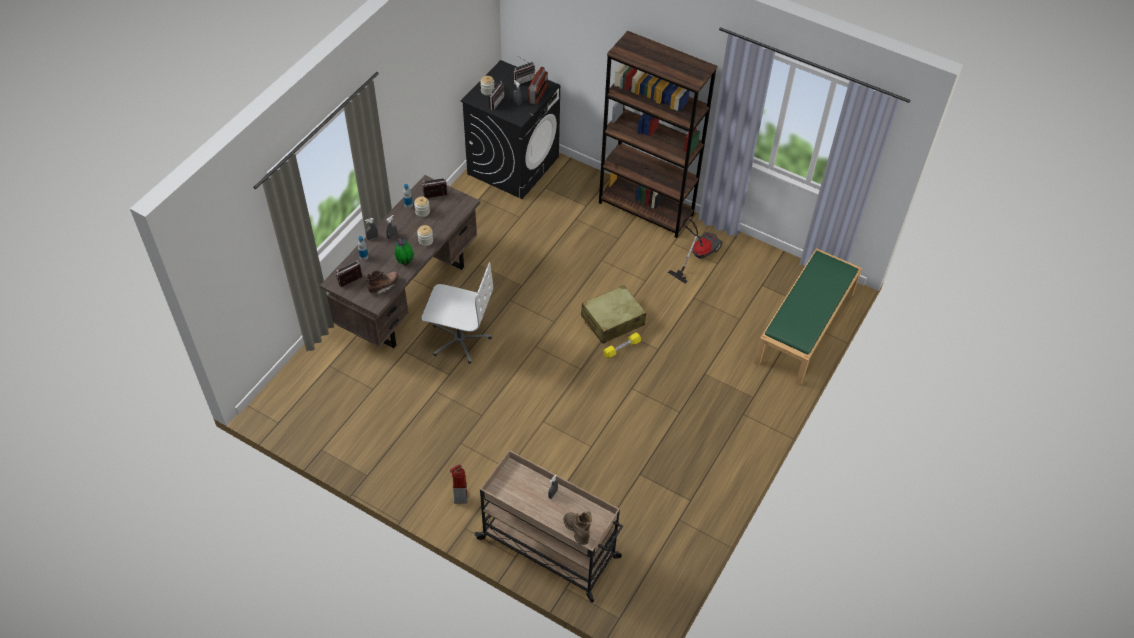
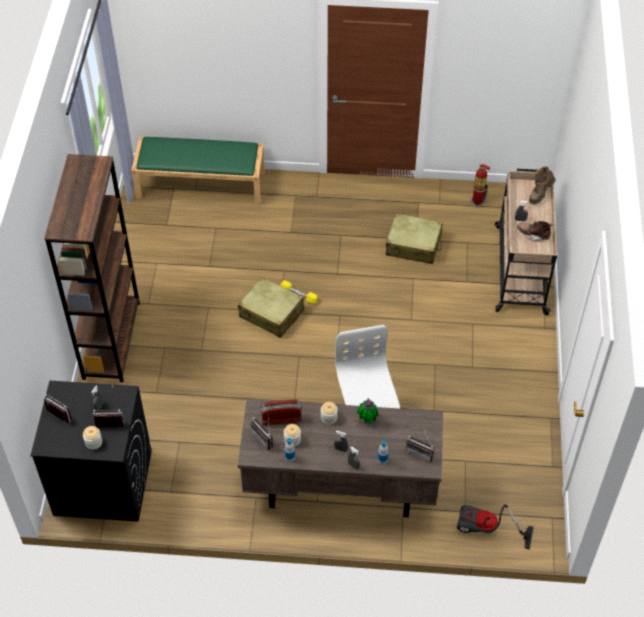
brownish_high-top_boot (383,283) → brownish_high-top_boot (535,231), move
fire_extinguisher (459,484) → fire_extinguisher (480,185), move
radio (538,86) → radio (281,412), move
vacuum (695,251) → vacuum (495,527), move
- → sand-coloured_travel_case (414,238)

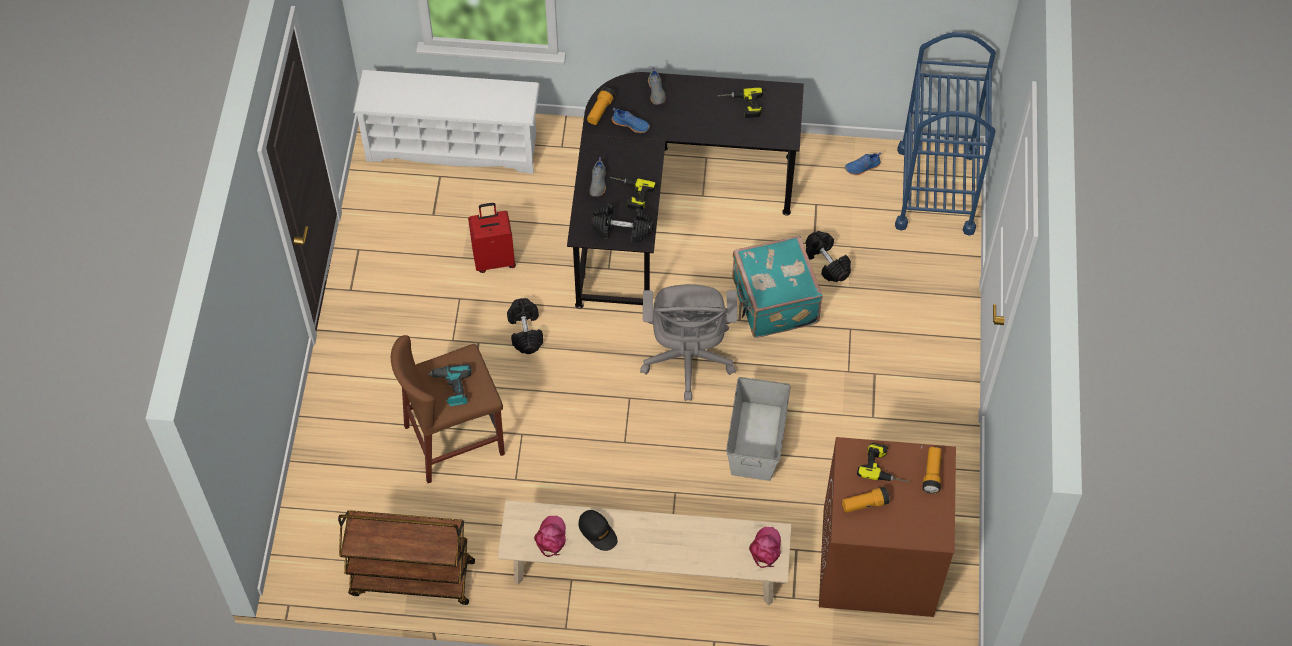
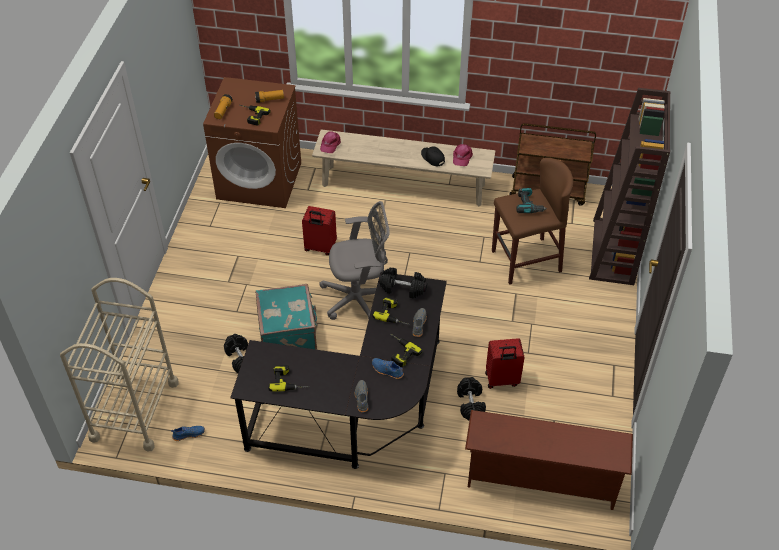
white_shoe_shelf (446,122) → brownish_shoe_shelf (549,460)
blackish_free_weight (525,326) → blackish_free_weight (471,398), move
torch (601,106) → -
greyish_desk_chair (688,342) → greyish_desk_chair (354,260), 75 degrees clockwise
greyish_storage_bin (758,429) → red_travel_case (319,230)
bluish_cart (945,133) → sand-coloured_cart (119,365)
- → power_drill (406,350)
- → brownish_bookcase (629,186)

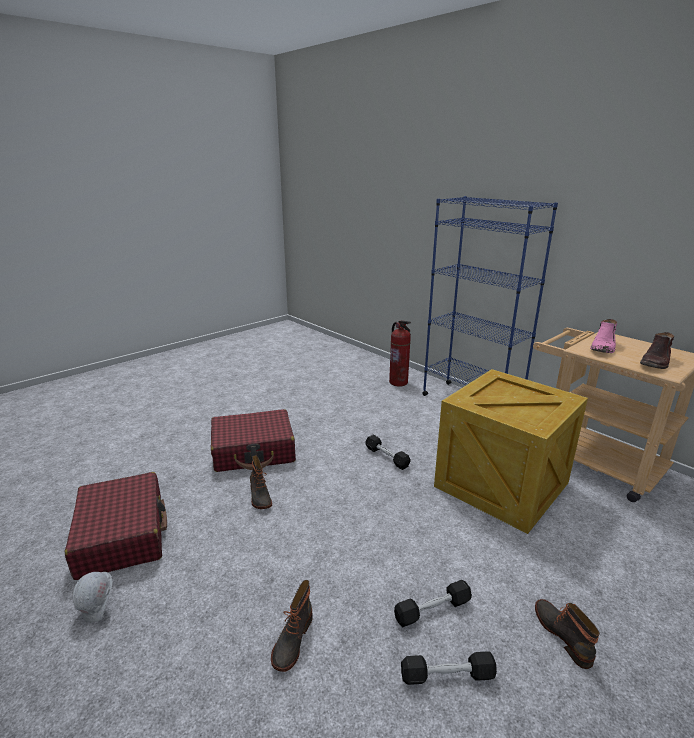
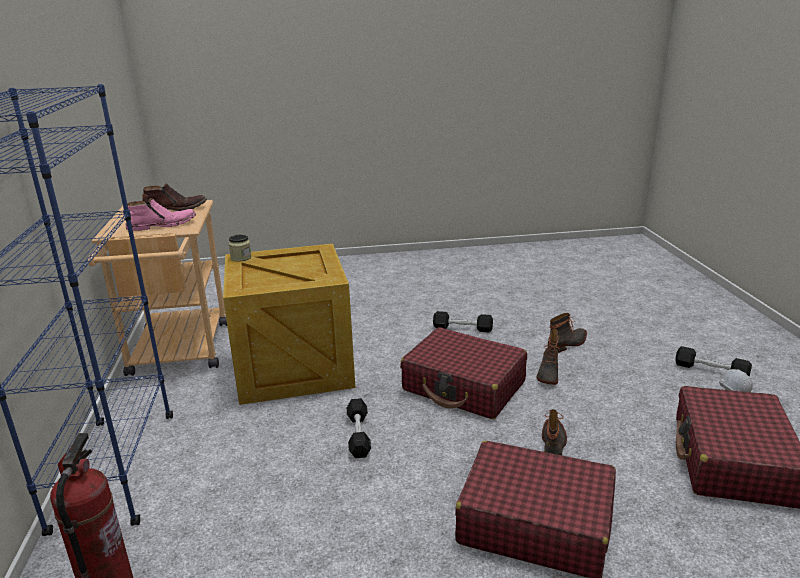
blackish_free_weight (449,668) → blackish_free_weight (713,361), move
high-top_boot (567,634) → high-top_boot (548,357), move
- → jar (240,248)
- → red_travel_case (463,373)

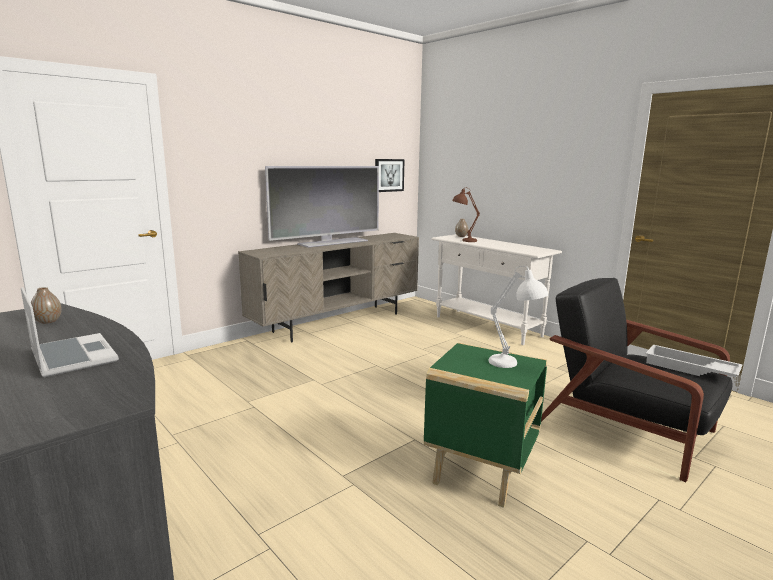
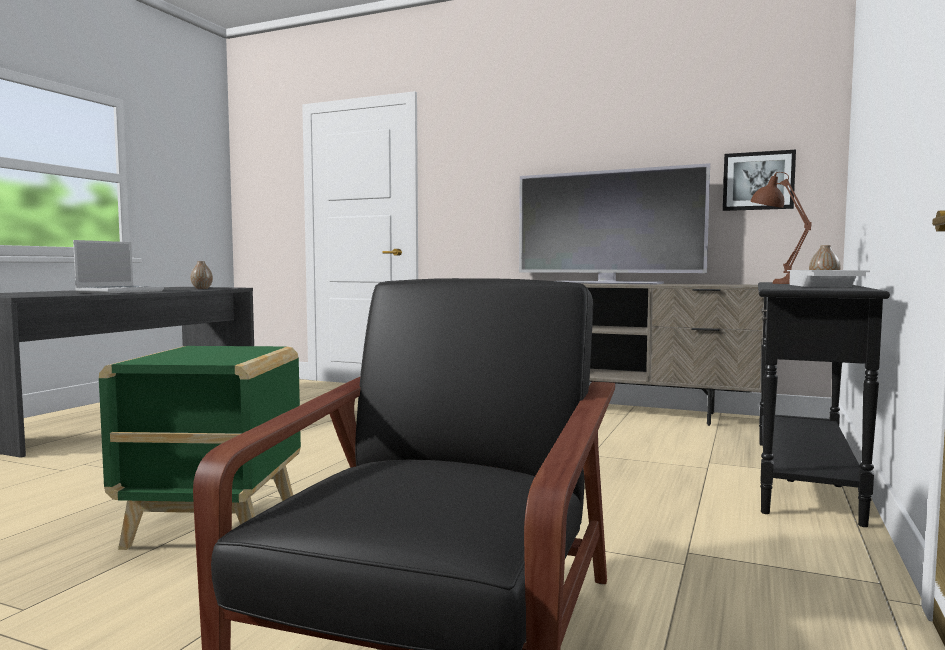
white_hall_table (496,289) → blackish_hall_table (824,404)
white_table_lamp (518,317) → -
white_serving_tray (694,361) → white_serving_tray (828,278), move

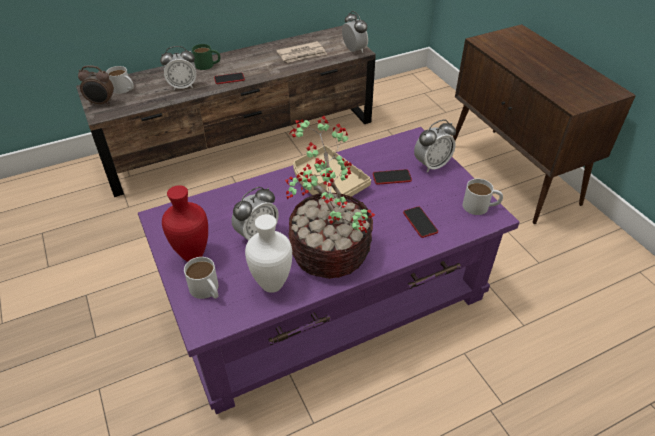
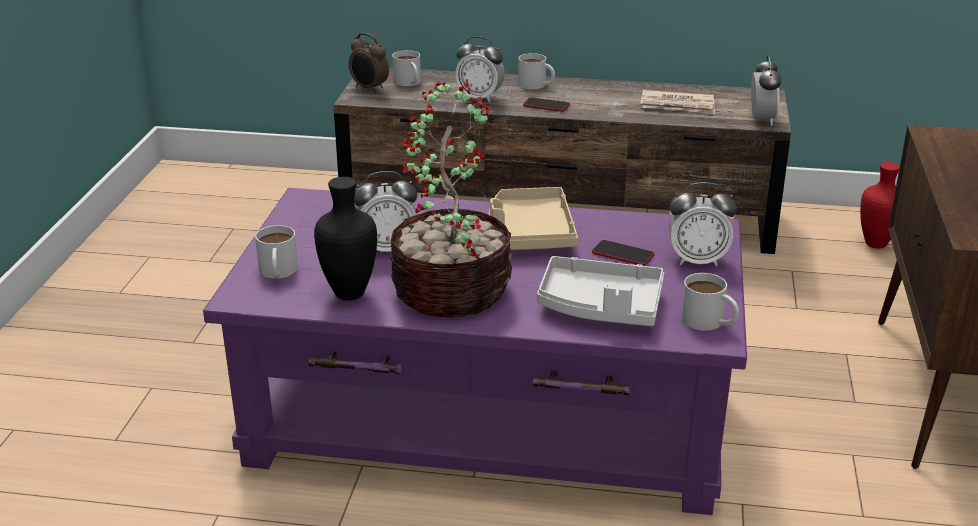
red_flower_vase (185,223) → red_flower_vase (880,205), move
green-coloured_mug (206,57) → white_mug (536,71)
white_flower_vase (268,253) → blackish_flower_vase (345,238)
telephone (420,222) → greyish_serving_tray (600,291)

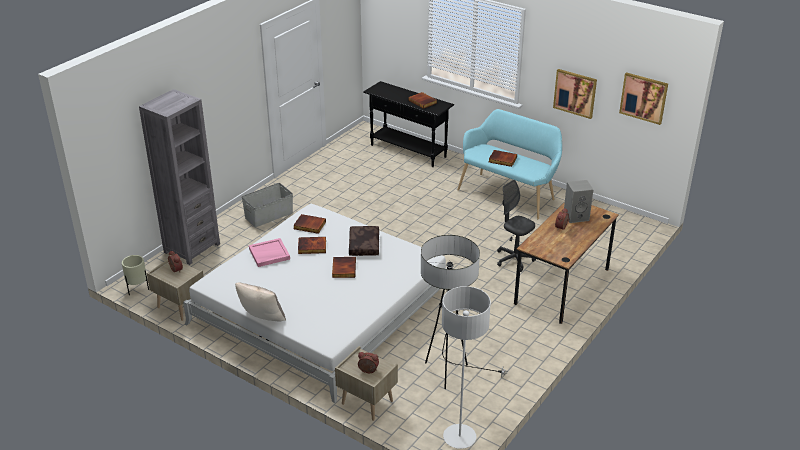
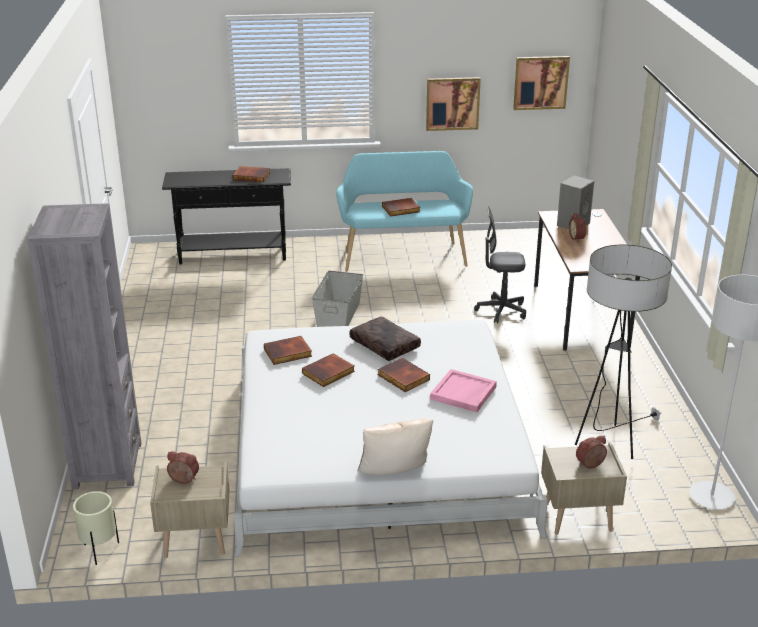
greyish_storage_bin (267,205) → greyish_storage_bin (337,299), move
pink_serving_tray (269,252) → pink_serving_tray (463,390), move

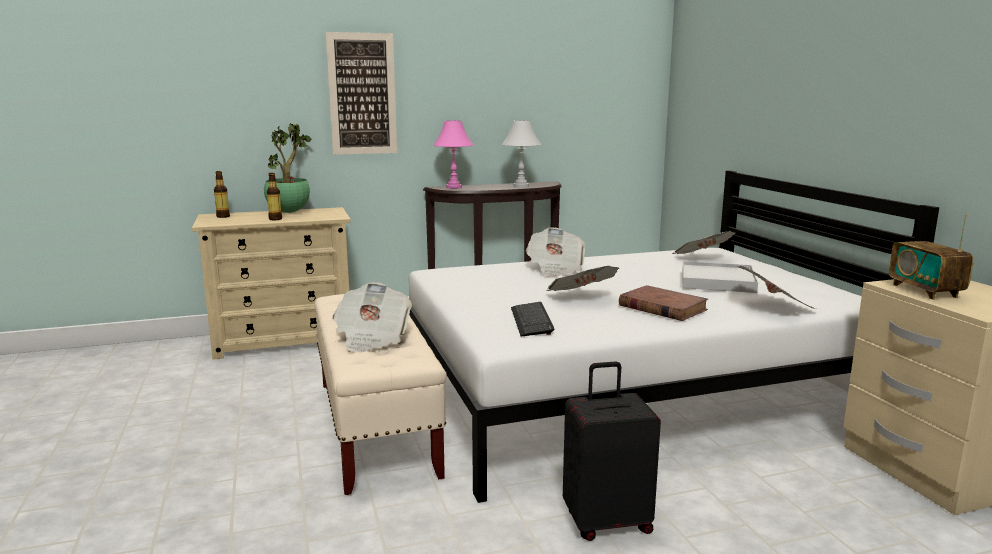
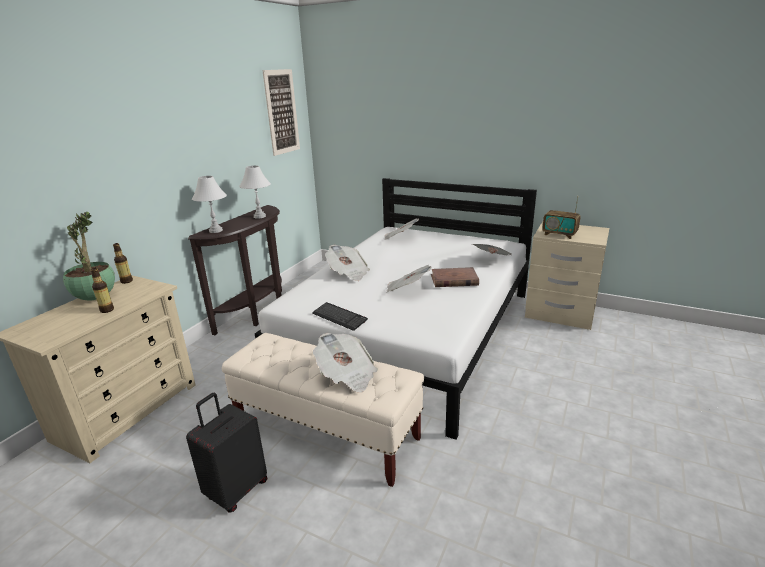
drink_bottle (222,194) → drink_bottle (123,263), move
picture (361,93) → picture (281,112), move
pink_table_lamp (453,154) → white_table_lamp (209,204)
PC_keyboard (532,319) → PC_keyboard (340,316), move
blackish_travel_case (612,451) → blackish_travel_case (227,453), move
white_serving_tray (720,277) → -

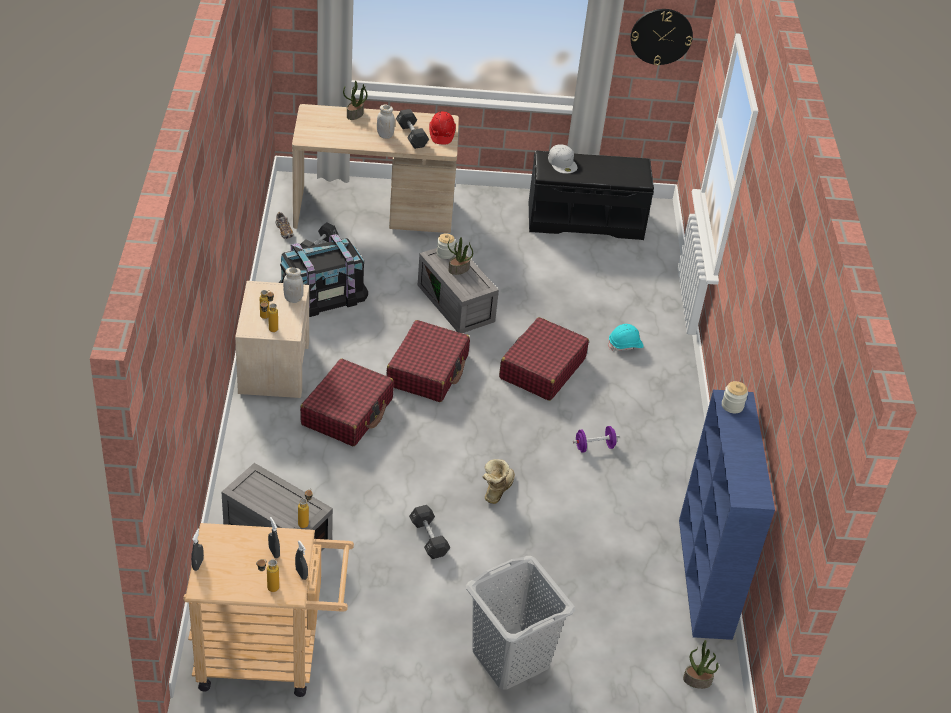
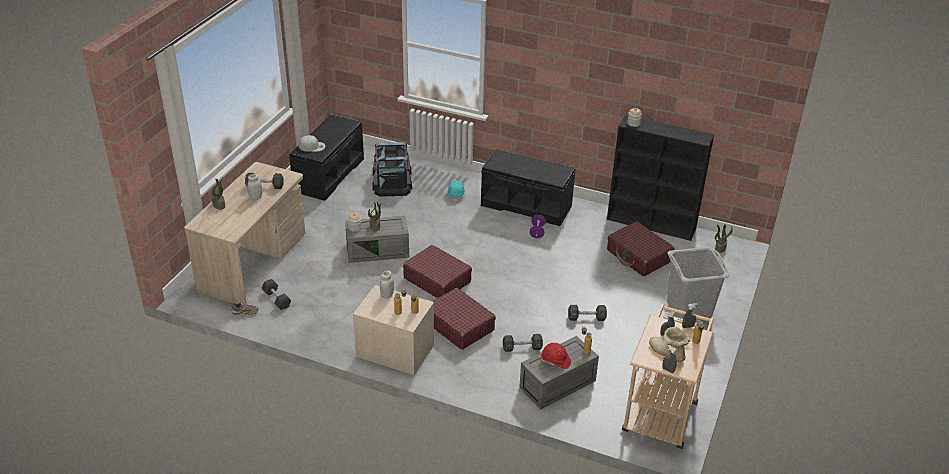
blackish_storage_bin (323,275) → blackish_storage_bin (392,169), move
red_work_helmet (442,128) → red_work_helmet (556,356), move
high-top_boot (499,481) → high-top_boot (670,344), move
red_travel_case (544,359) → red_travel_case (640,248), move
wall_clock (661,37) → -
bluish_bookcase (727,515) → blackish_bookcase (660,178)
- → blackish_indoor_bench (528,187)
- → blackish_free_weight (523,343)

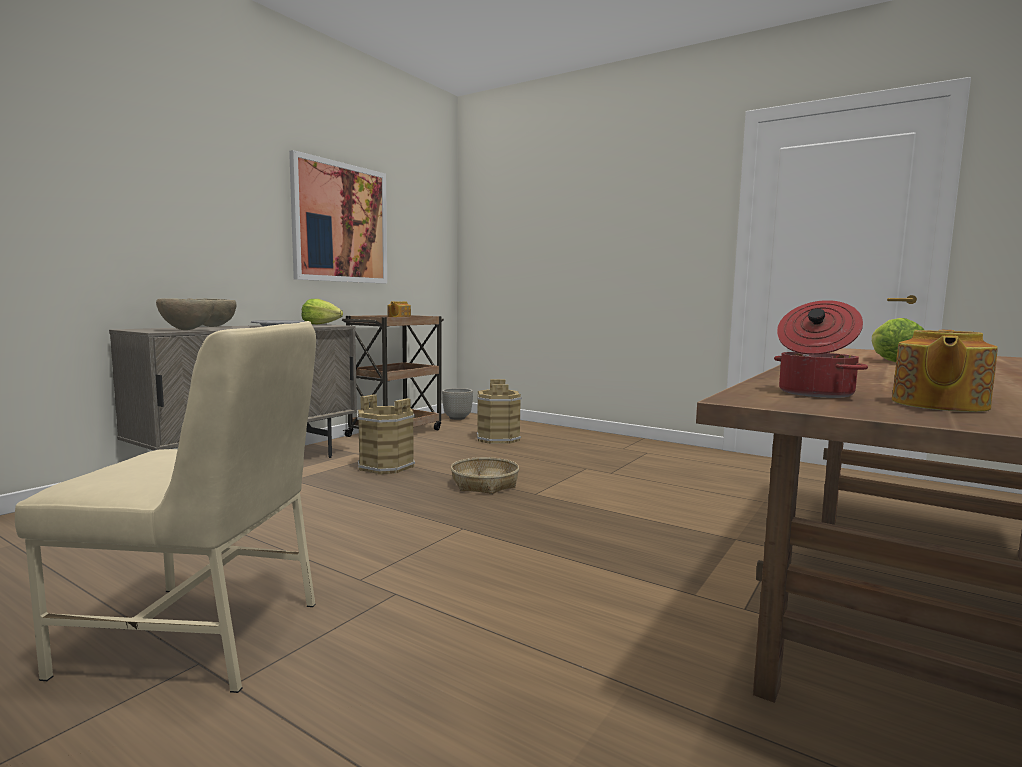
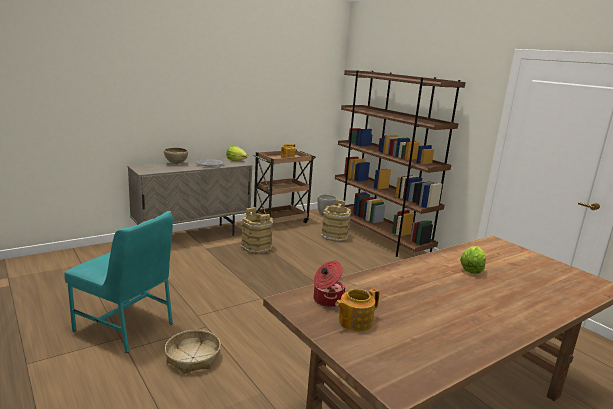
sand-coloured_plain_chair (165,507) → blue-green_plain_chair (118,282)
brownish_serving_bowl (185,314) → -
picture (338,216) → -
household_basket (485,475) → household_basket (193,352), move
- → brownish_bookcase (400,163)

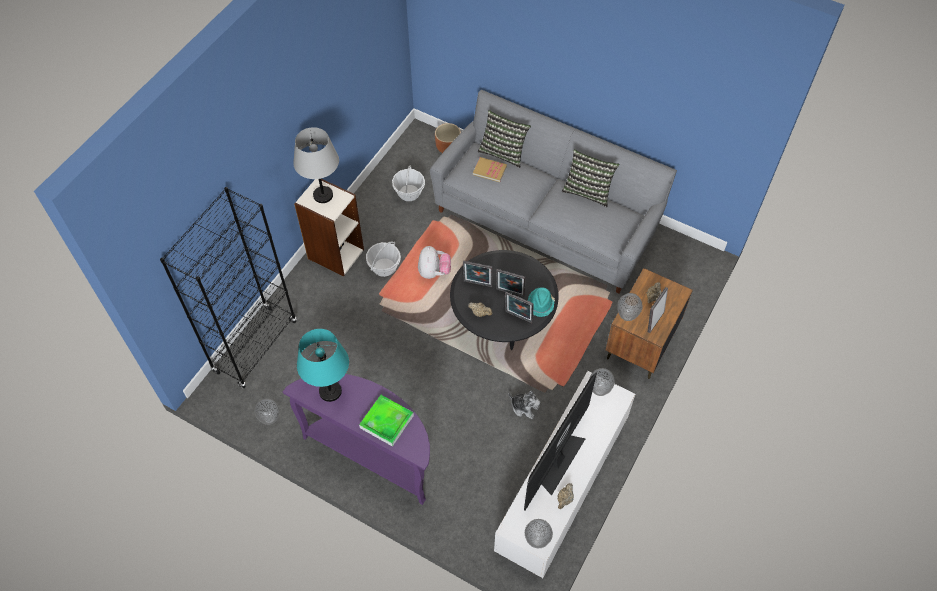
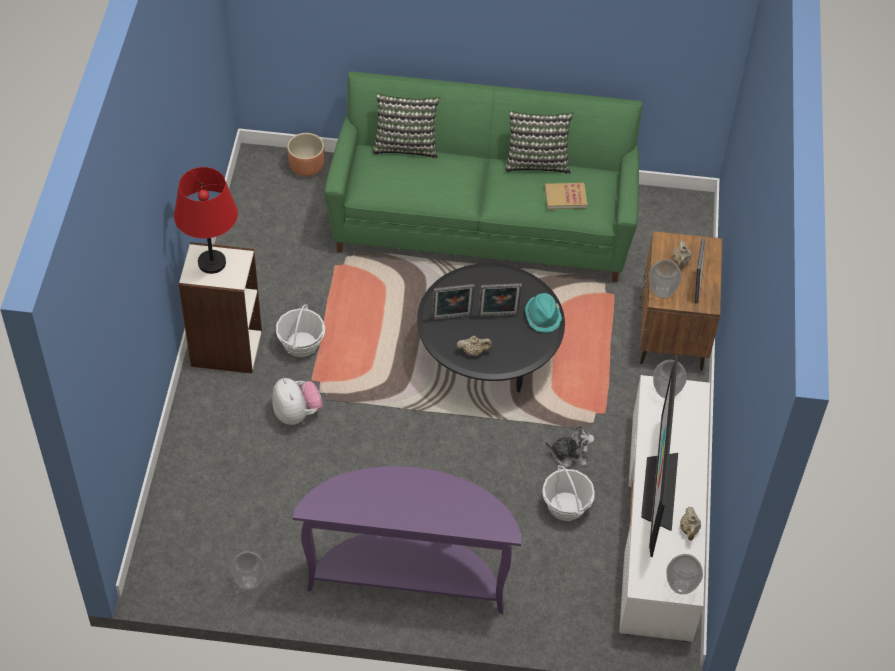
blackish_bookcase (228,288) → -
greyish_table_lamp (316,165) → red_table_lamp (206,220)
blue-green_table_lamp (323,365) → -
serving_tray (386,421) → -
household_basket (408,183) → household_basket (568,493), move
soft_toy (434,262) → soft_toy (297,401), move
greyish_sofa (553,192) → green-coloured_sofa (483,176)
book (490,169) → book (566,196), move
picture_frame (519,307) → -

